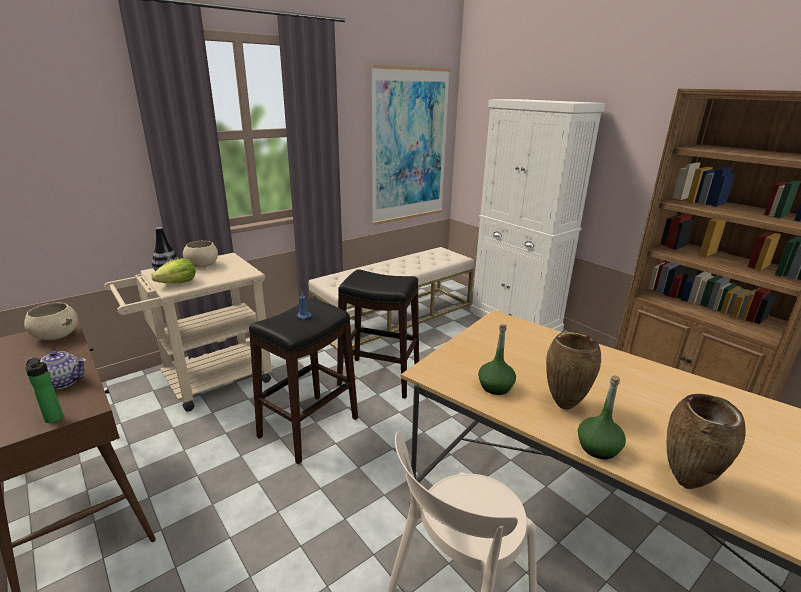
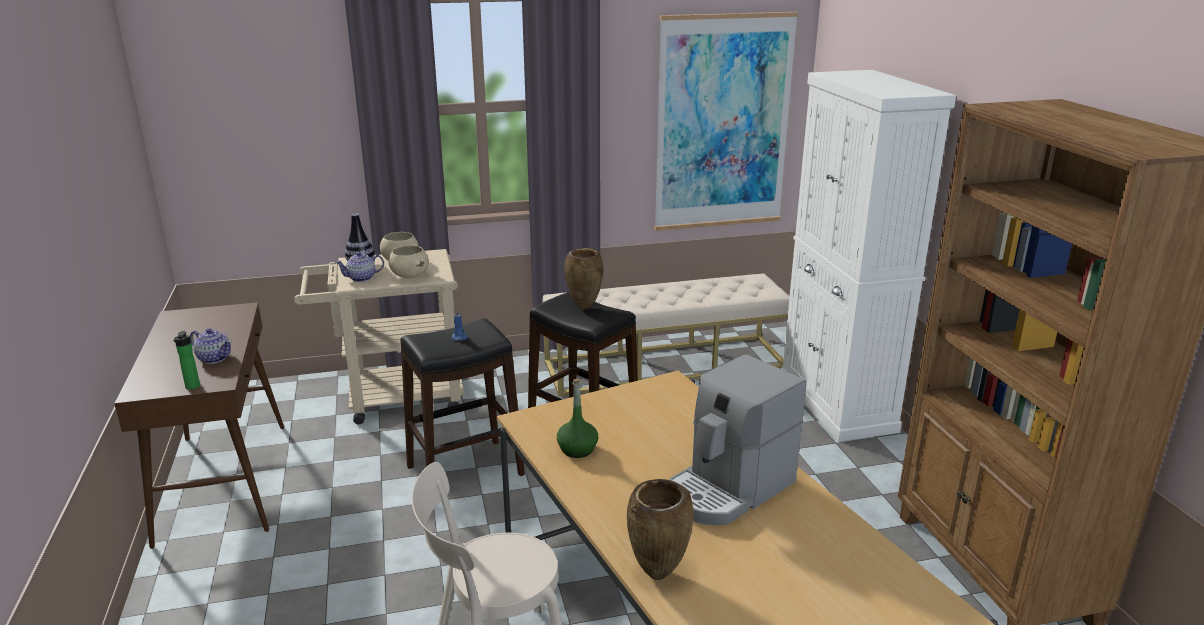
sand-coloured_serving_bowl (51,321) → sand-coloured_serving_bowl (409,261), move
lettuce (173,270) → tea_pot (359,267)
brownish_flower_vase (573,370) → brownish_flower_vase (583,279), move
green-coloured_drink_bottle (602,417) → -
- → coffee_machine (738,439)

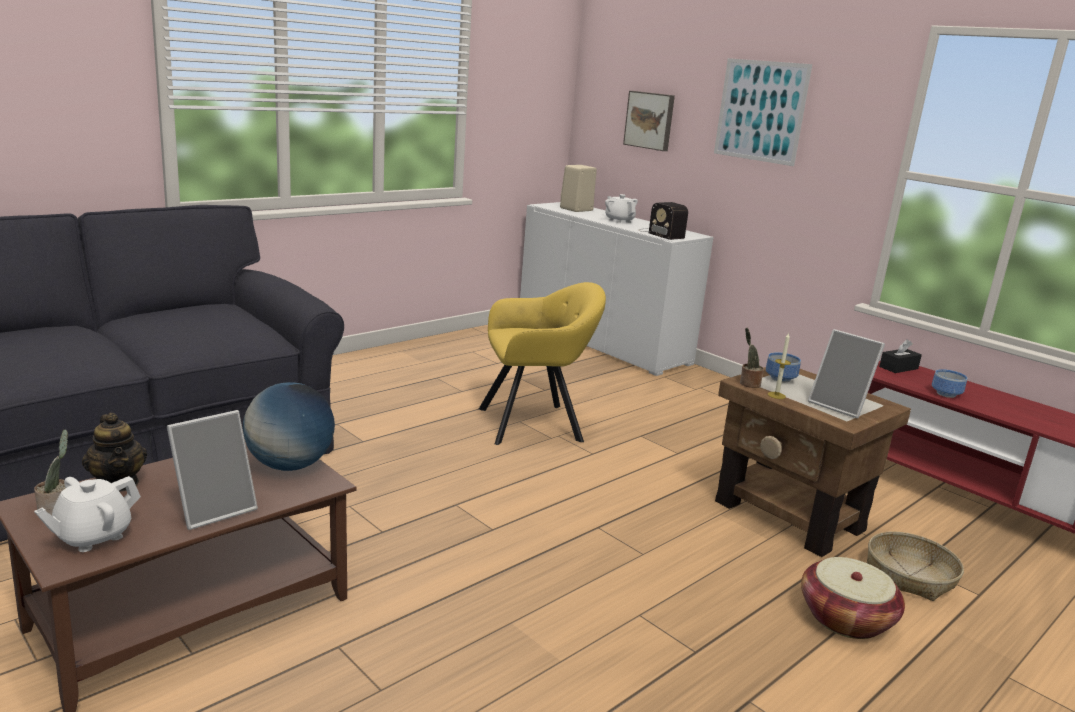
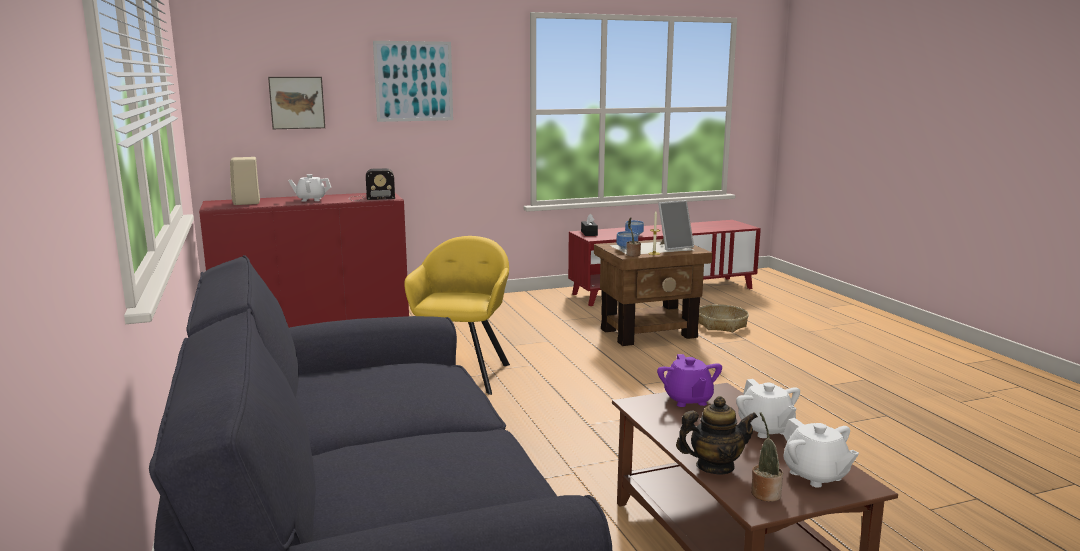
picture_frame (212,470) → white_tea_pot (768,408)
desk_globe (289,426) → purplish_tea_pot (689,380)
white_cupboard (617,289) → red_cupboard (304,260)
household_basket (853,598) → -

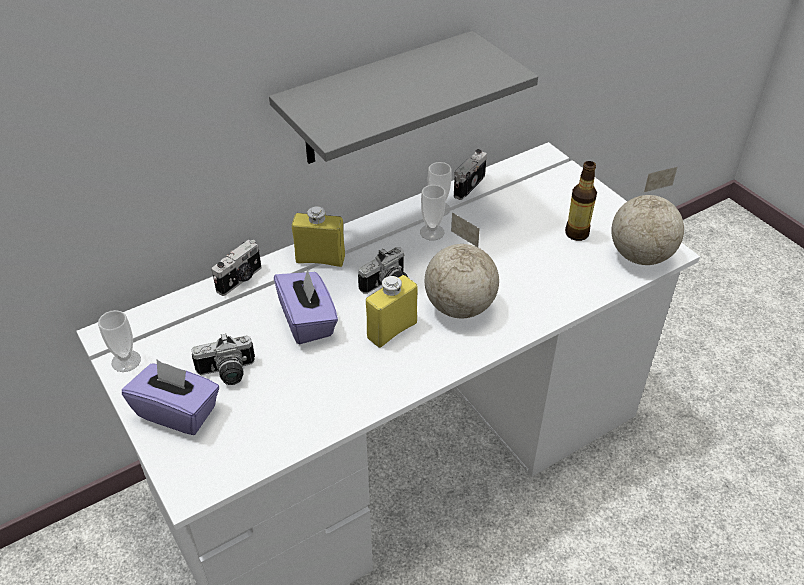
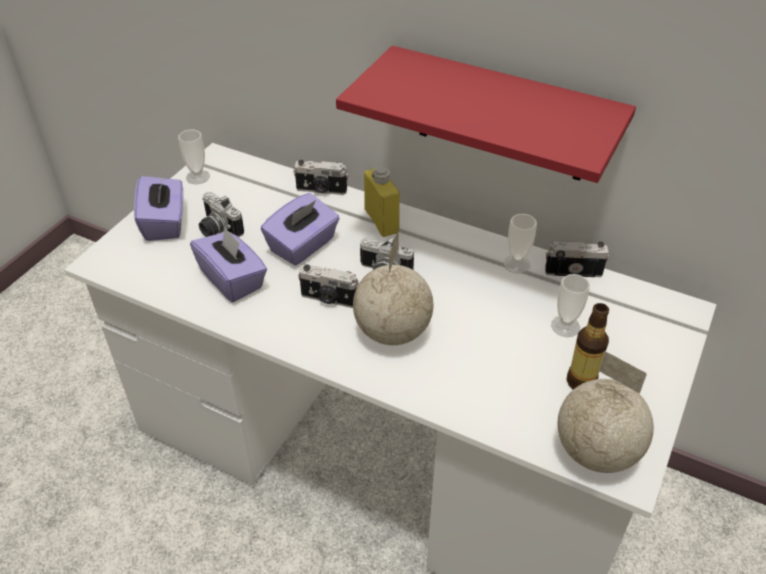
greyish_wall_shelf (403,97) → red_wall_shelf (486,114)
yellow-coloured_drink_bottle (392,311) → photo_camera (328,286)
cup (432,212) → cup (570,305), move
- → purplish_box_of_tissues (228,264)

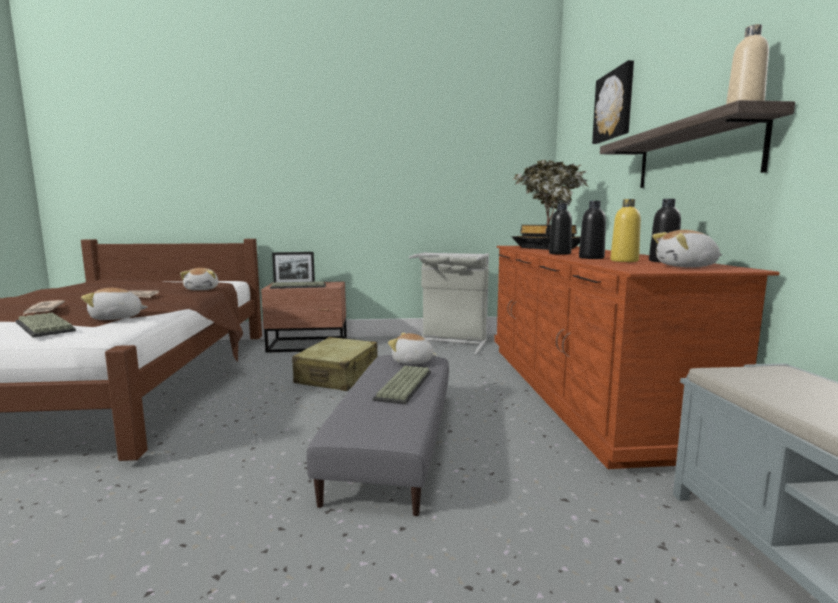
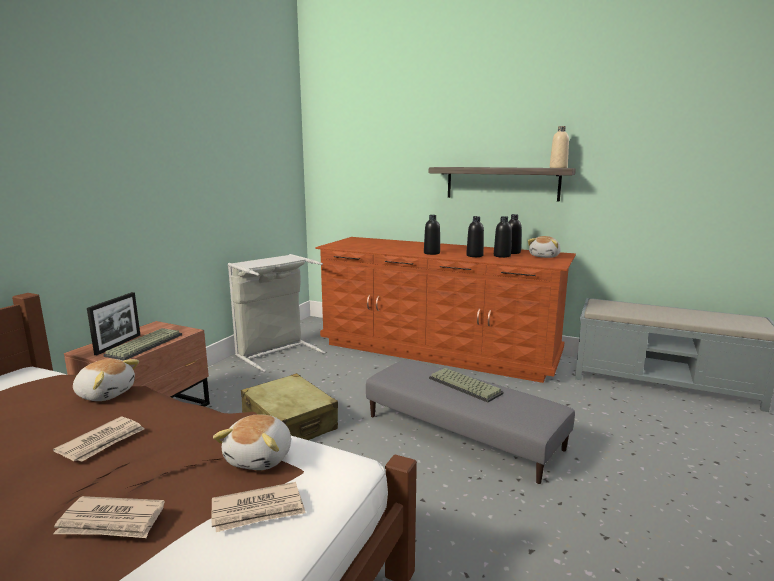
PC_keyboard (46,325) → daily_paper (258,507)
soft_toy (413,348) → -
potted_plant (549,205) → -
picture (613,102) → -
yellow-coloured_drink_bottle (625,230) → blackish_drink_bottle (503,237)

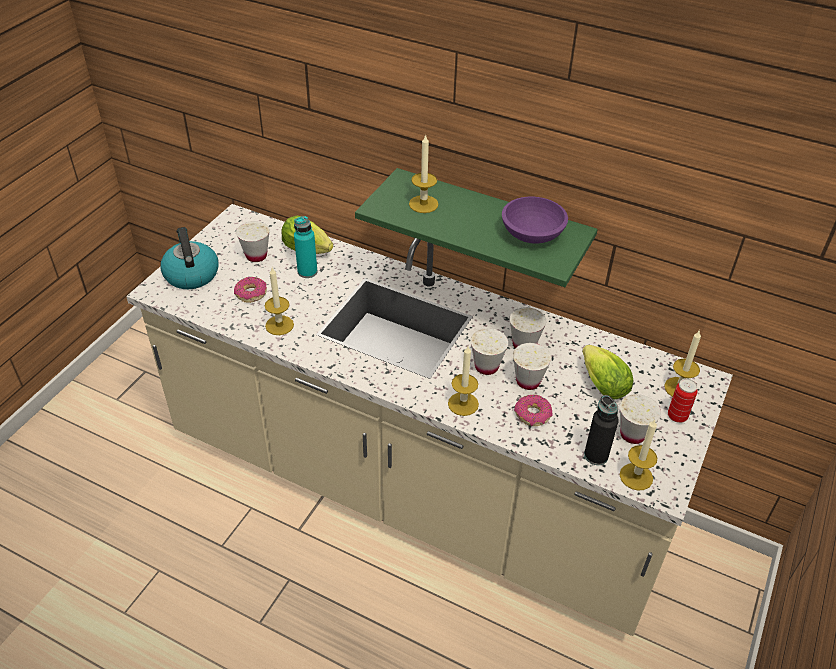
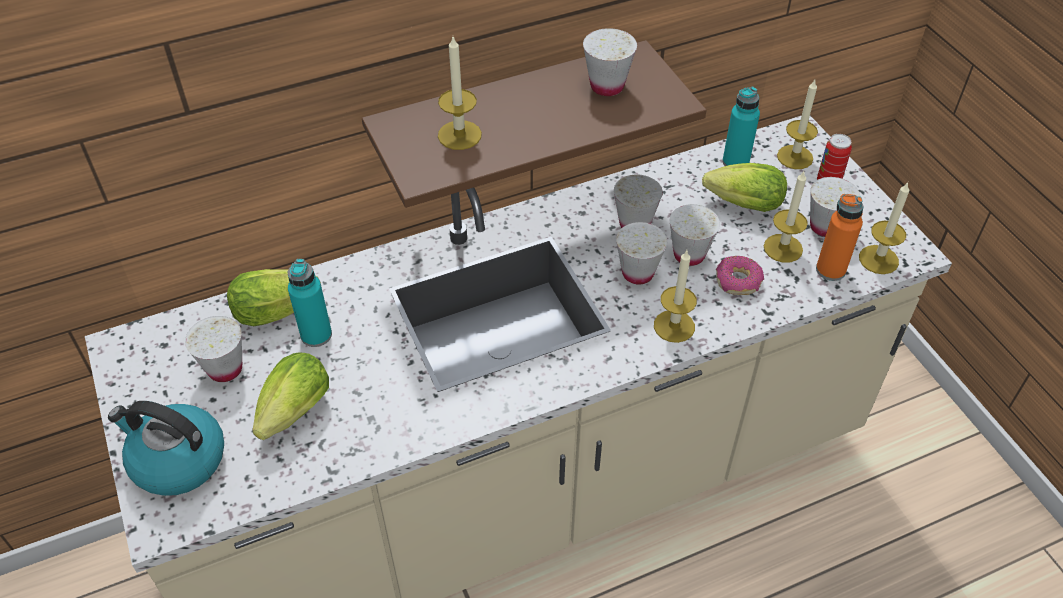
donut (250,290) → lettuce (290,396)
wax_light (279,301) → wax_light (786,217), move
green-coloured_wall_shelf (476,227) → brownish_wall_shelf (534,124)
purplish_serving_bowl (535,220) → white_cup (610,62)
blackish_drink_bottle (601,430) → orangey_drink_bottle (839,237)
- → blue-green_drink_bottle (741,126)

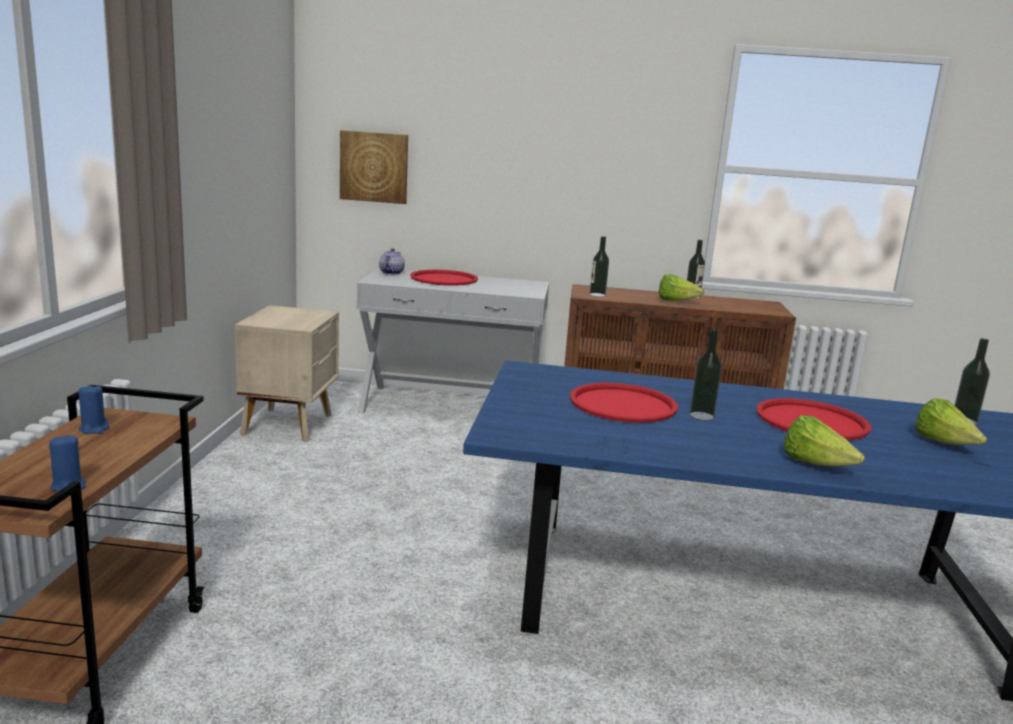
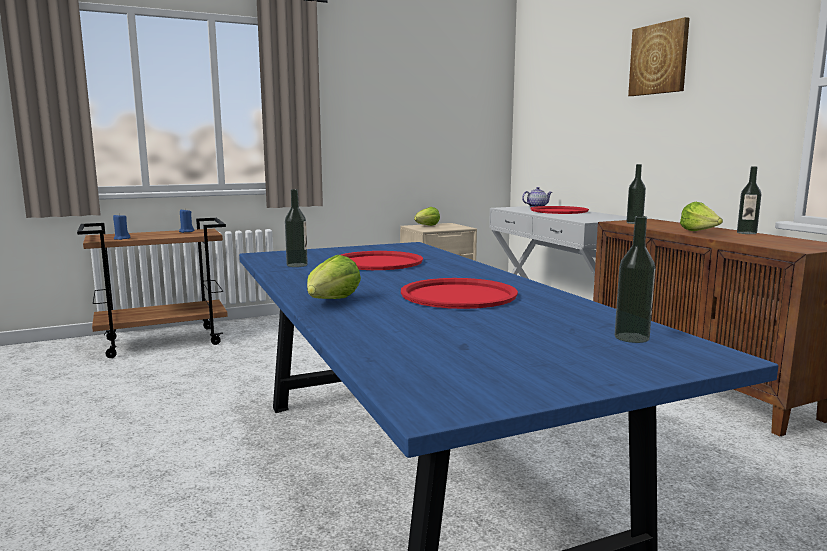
picture (374,167) → picture (659,56), move
drink_bottle (706,374) → drink_bottle (296,228), move
lettuce (951,421) → lettuce (427,216), move

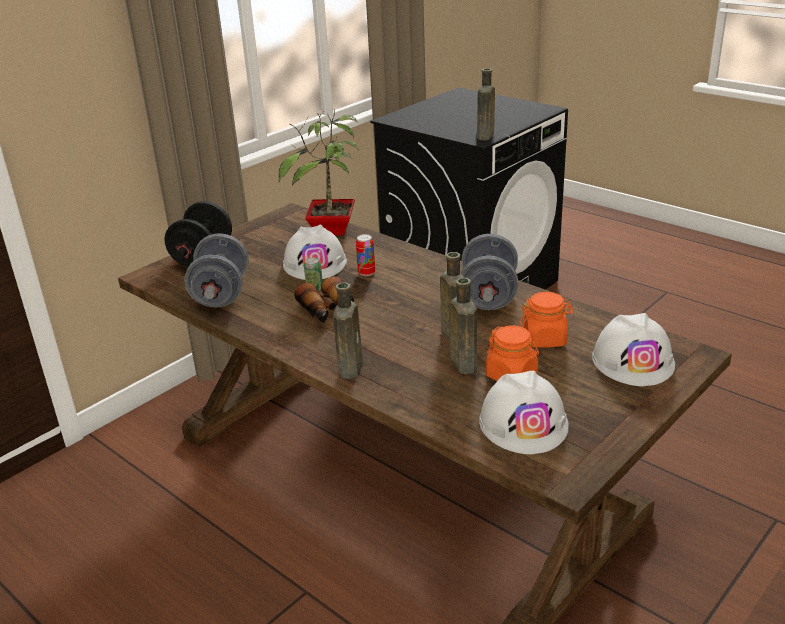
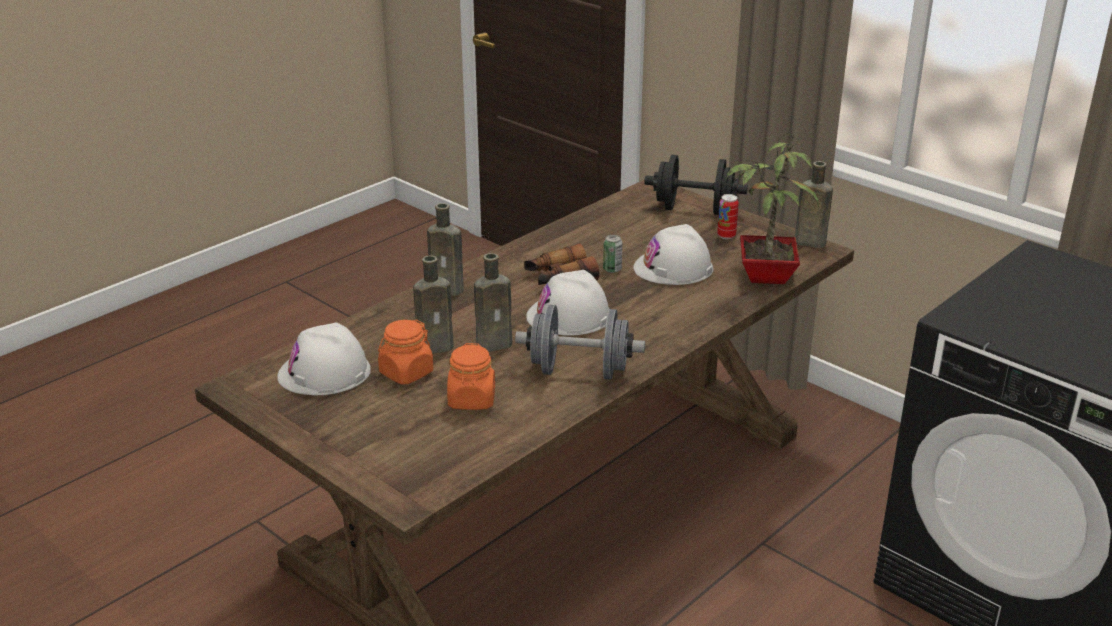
greyish_free_weight (216,270) → -
metal_can (365,255) → metal_can (728,216), move
brownish_drink_bottle (486,104) → brownish_drink_bottle (814,204), move
white_work_helmet (633,349) → white_work_helmet (567,303), move

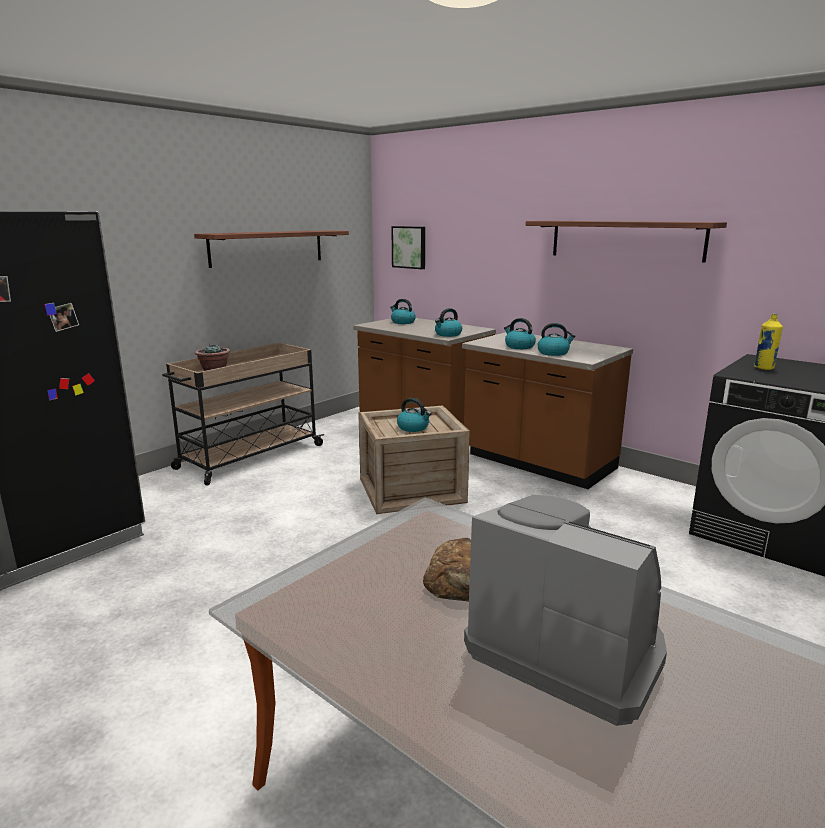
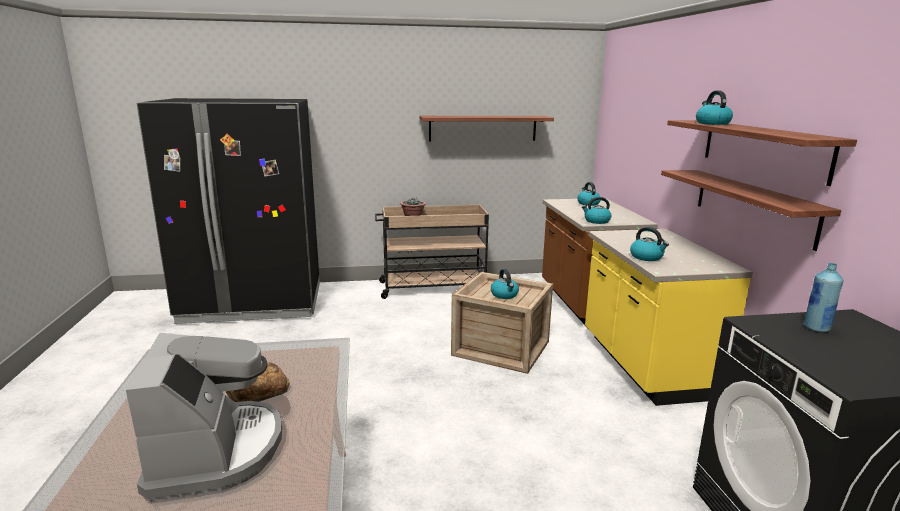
picture (408,247) → -
brownish_kitchen_counter (547,410) → yellow-coloured_kitchen_counter (669,317)
water_kettle (520,333) → water_kettle (714,107), move
yellow-coloured_drink_bottle (768,342) → bluish_drink_bottle (823,297)
- → wall_shelf (751,210)

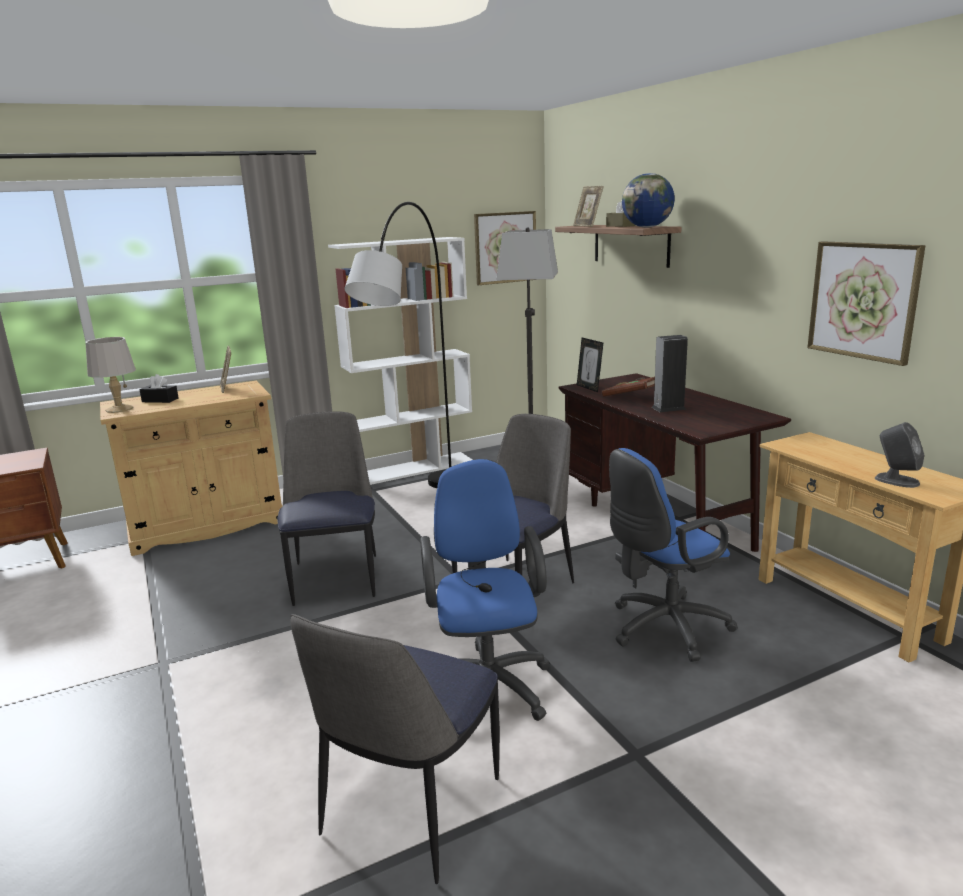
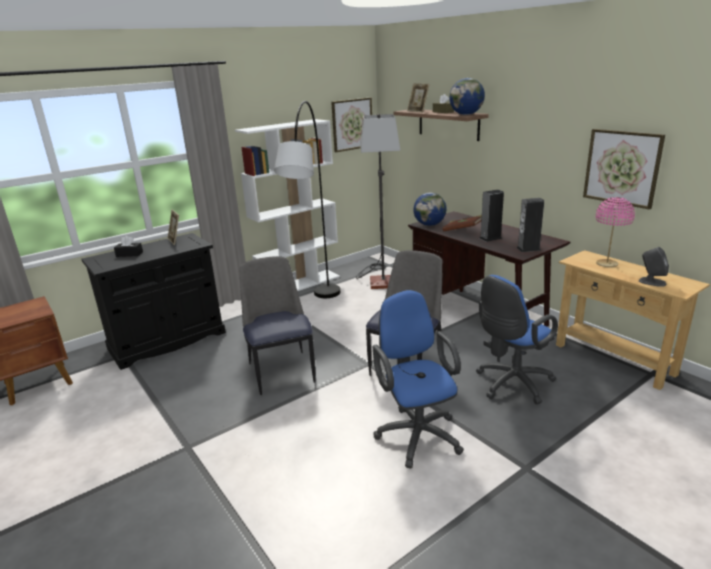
greyish_table_lamp (110,375) → -
sand-coloured_cupboard (191,468) → blackish_cupboard (154,301)
plain_chair (395,749) → -
picture_frame (590,365) → desk_globe (430,209)
- → speaker (530,225)
- → pink_table_lamp (615,232)

